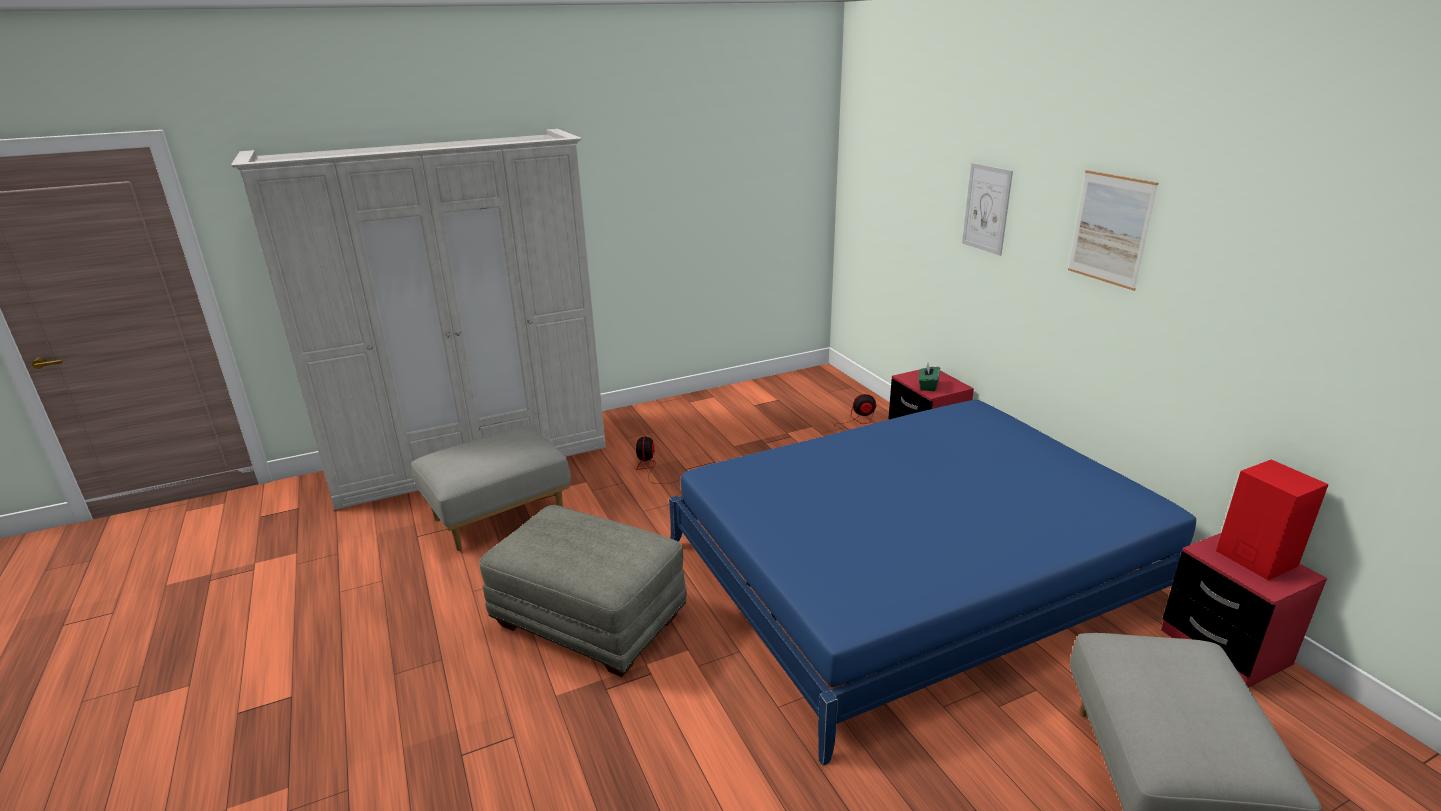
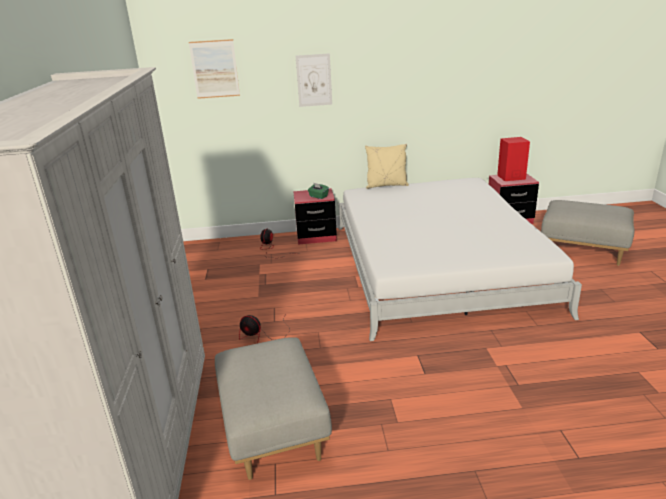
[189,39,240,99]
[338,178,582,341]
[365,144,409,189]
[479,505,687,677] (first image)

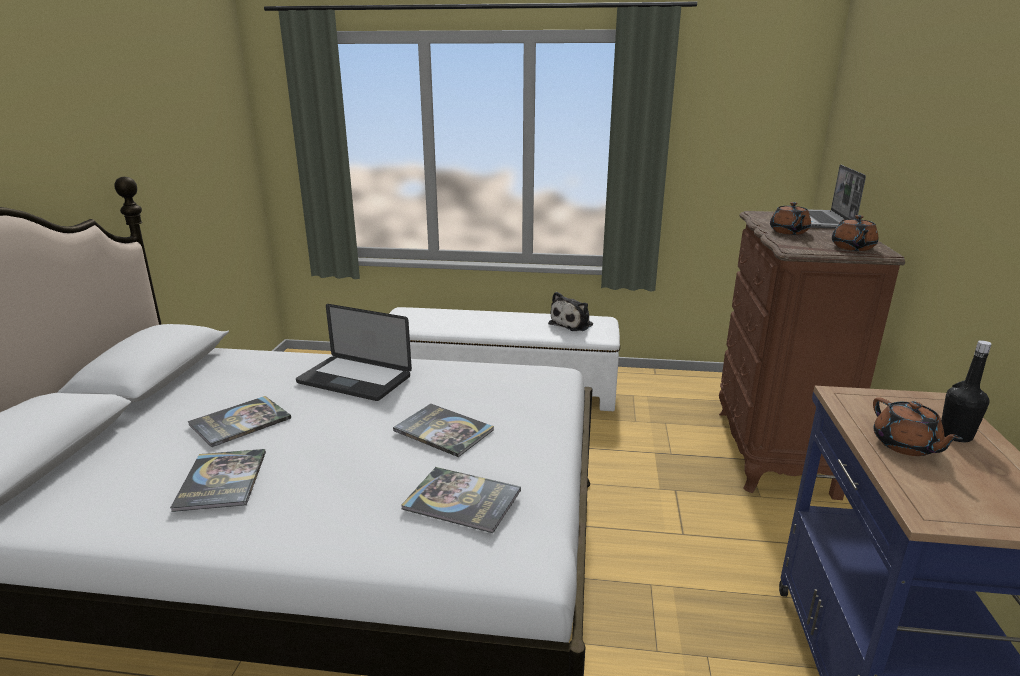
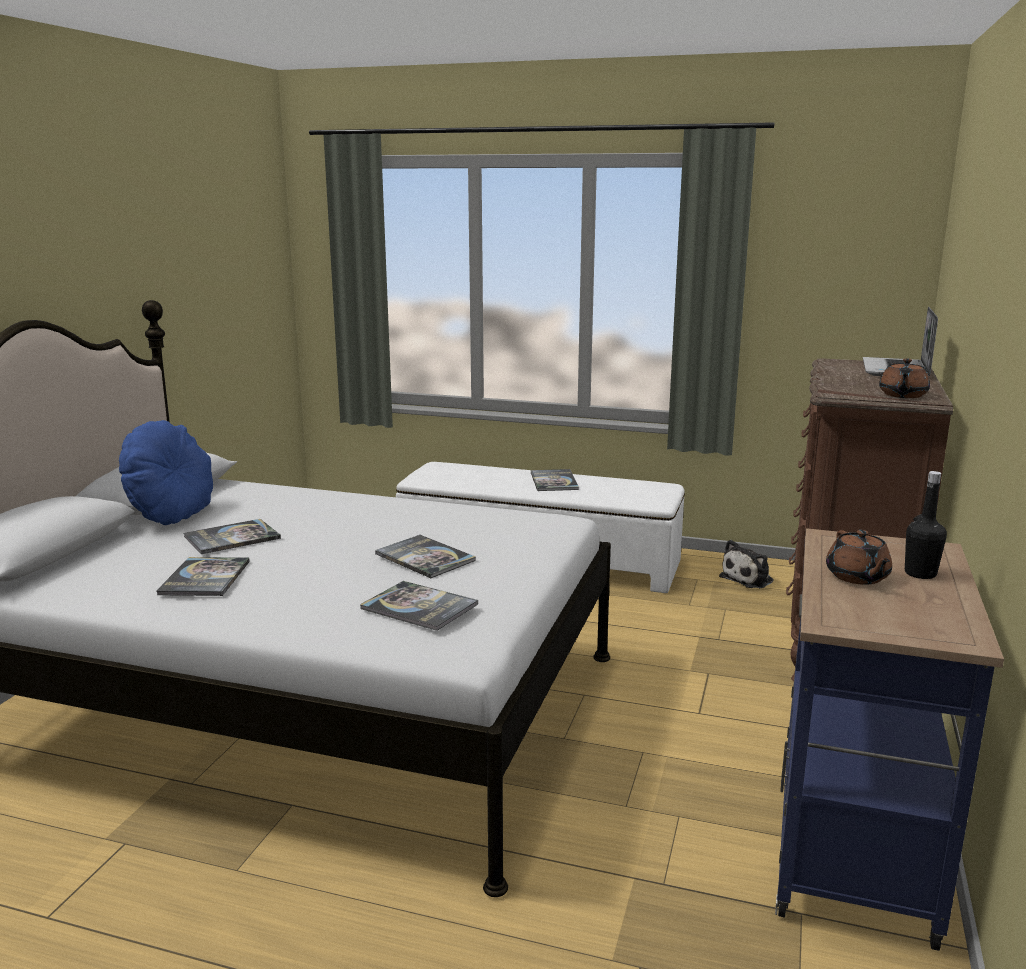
[119,420,213,525]
[531,469,579,491]
[719,540,774,588]
[296,304,412,401] (first image)
[770,202,811,235] (first image)

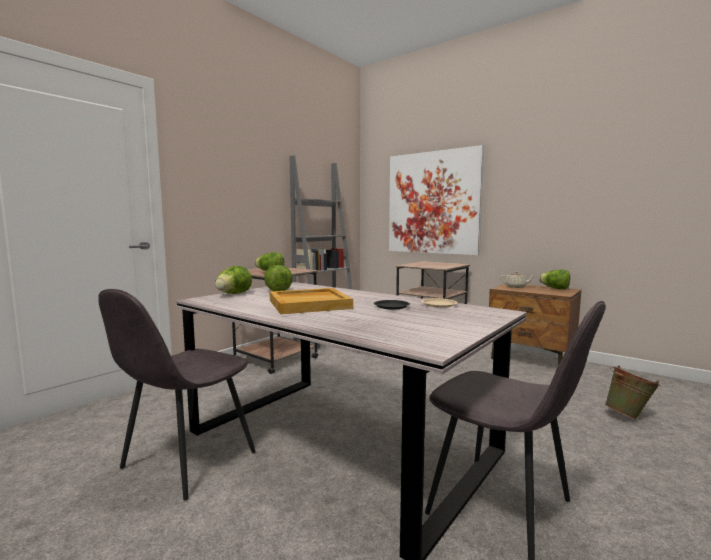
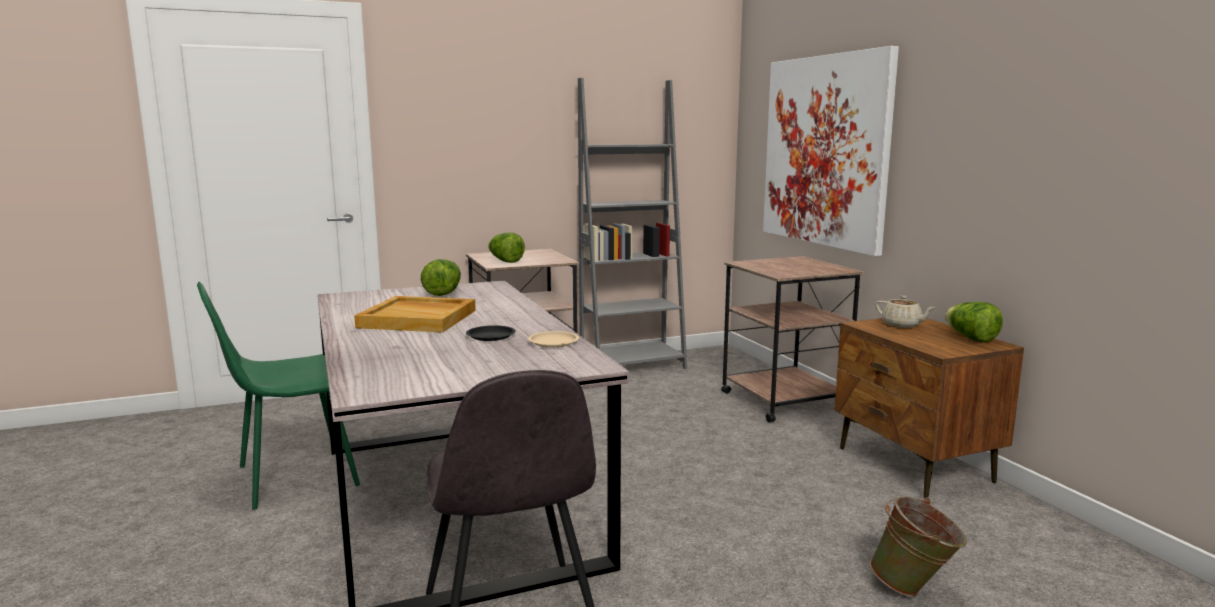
[197,282,360,510]
[215,266,252,294] (first image)

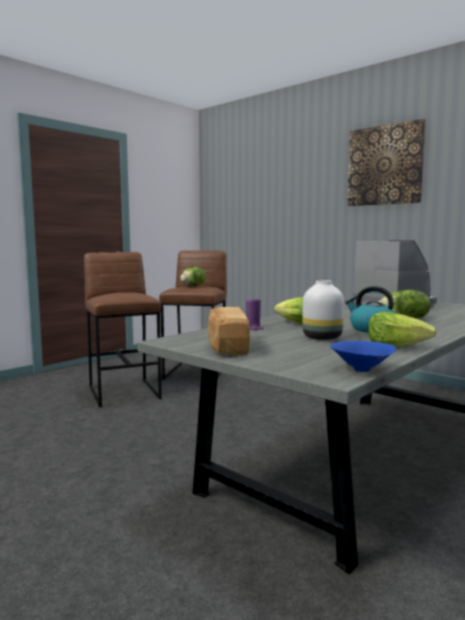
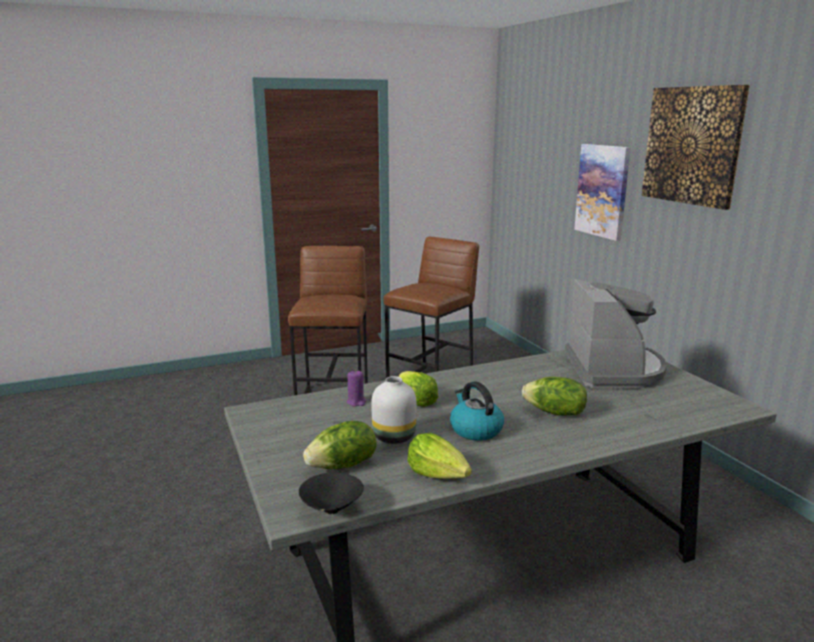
[299,472,364,514]
[303,421,377,469]
[574,144,631,241]
[208,307,250,355] (first image)

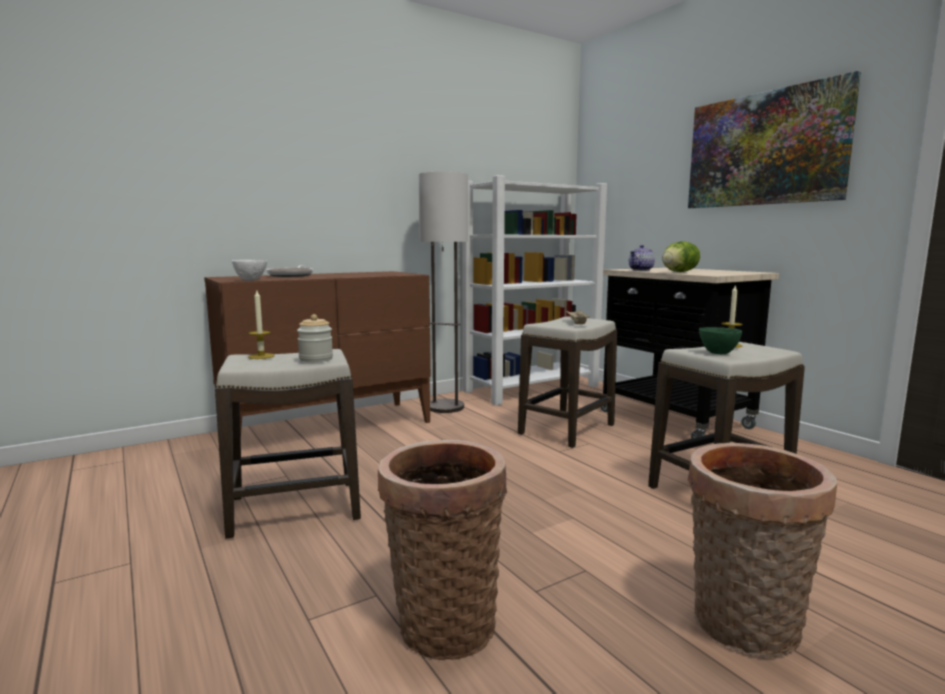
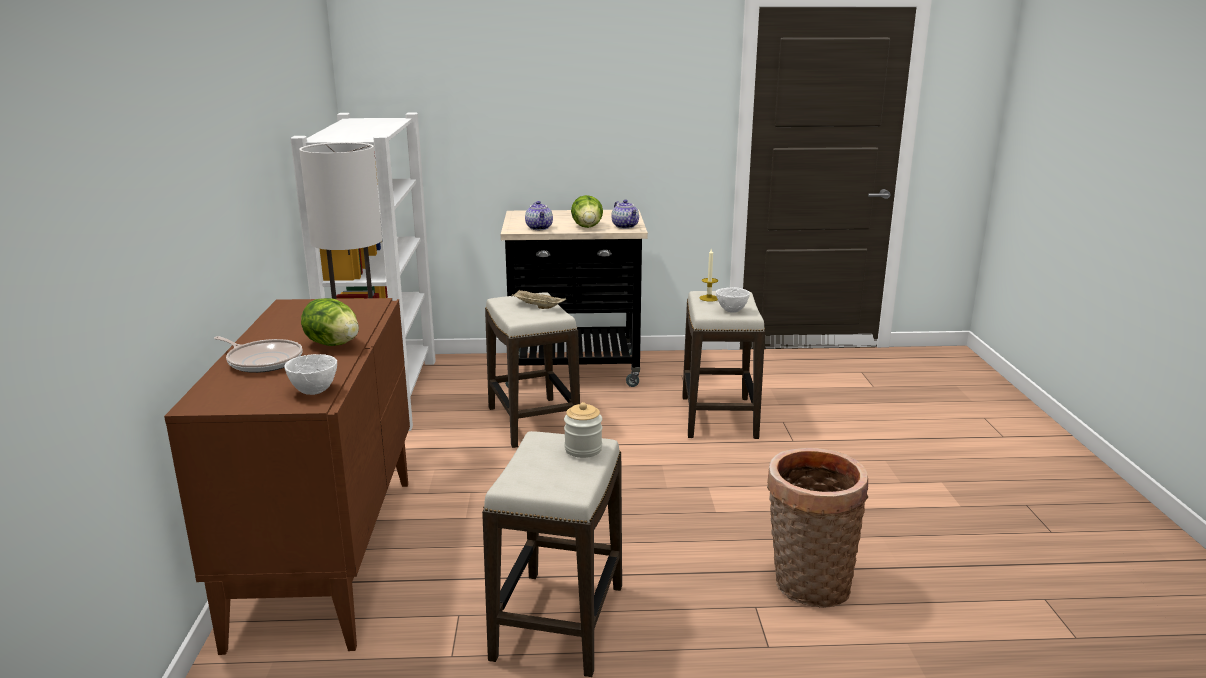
[301,298,359,346]
[611,200,639,229]
[716,287,750,313]
[248,291,275,359] (first image)
[688,71,861,208] (first image)
[688,443,837,658] (first image)

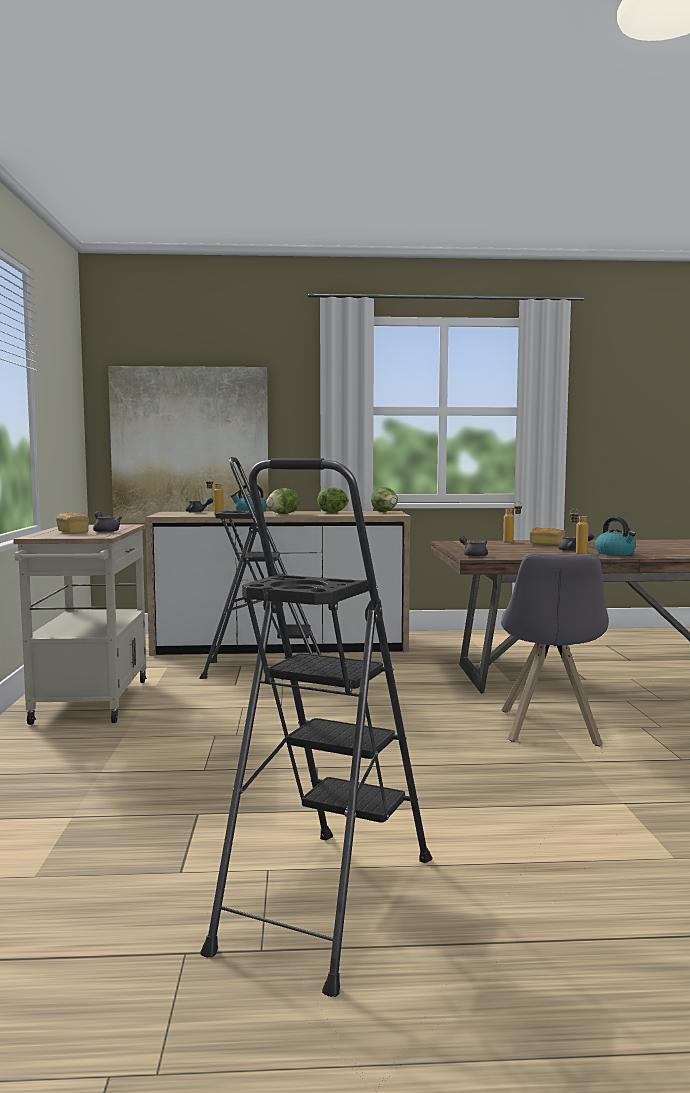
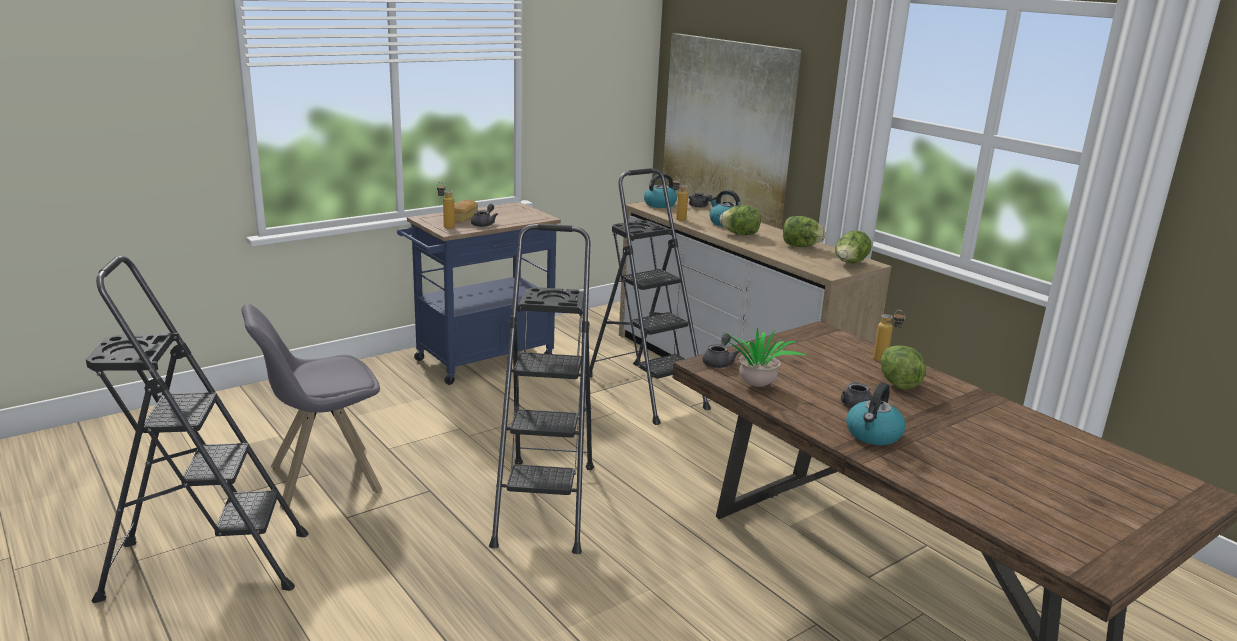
[241,304,382,509]
[397,202,561,385]
[437,182,455,229]
[489,224,594,554]
[644,173,677,208]
[722,327,806,387]
[880,345,926,390]

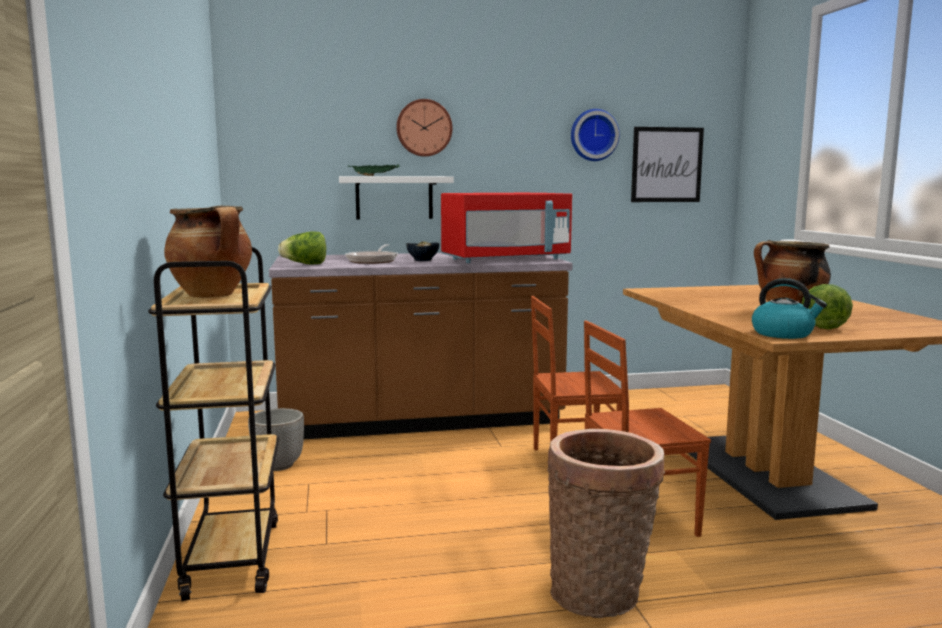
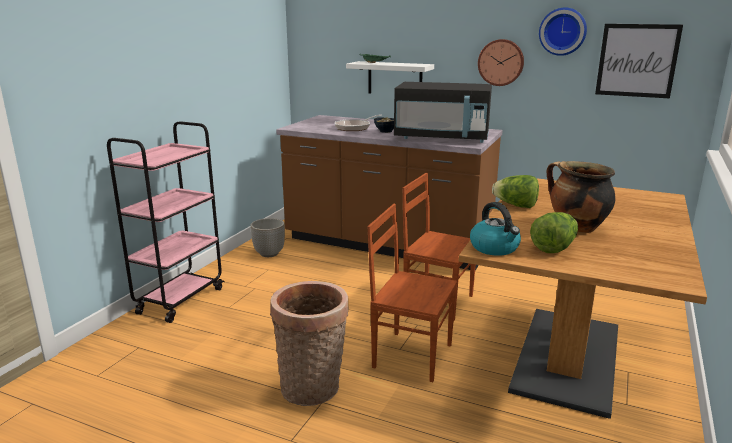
[107,121,225,323]
[394,82,492,143]
[478,39,524,86]
[492,175,539,208]
[164,206,252,298] (first image)

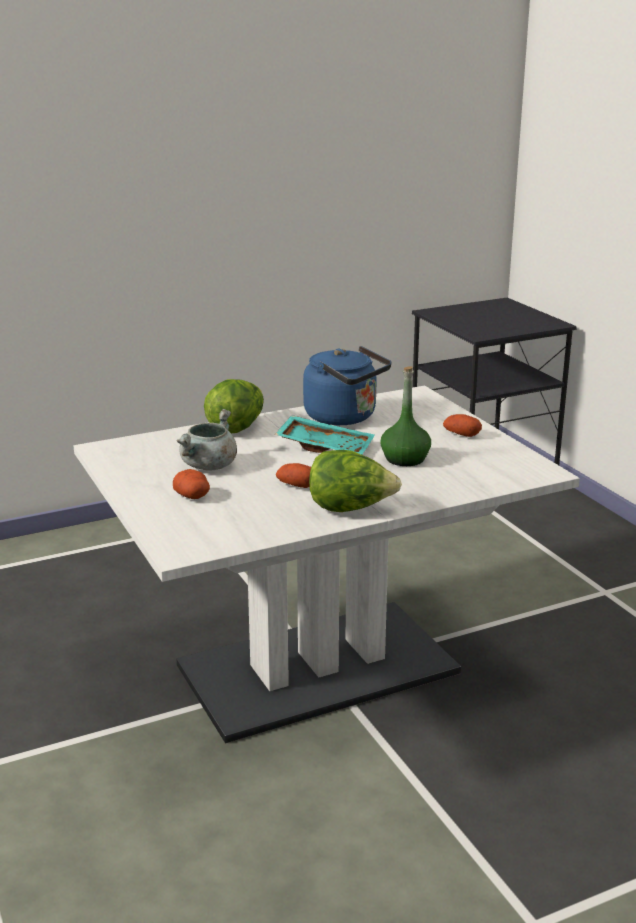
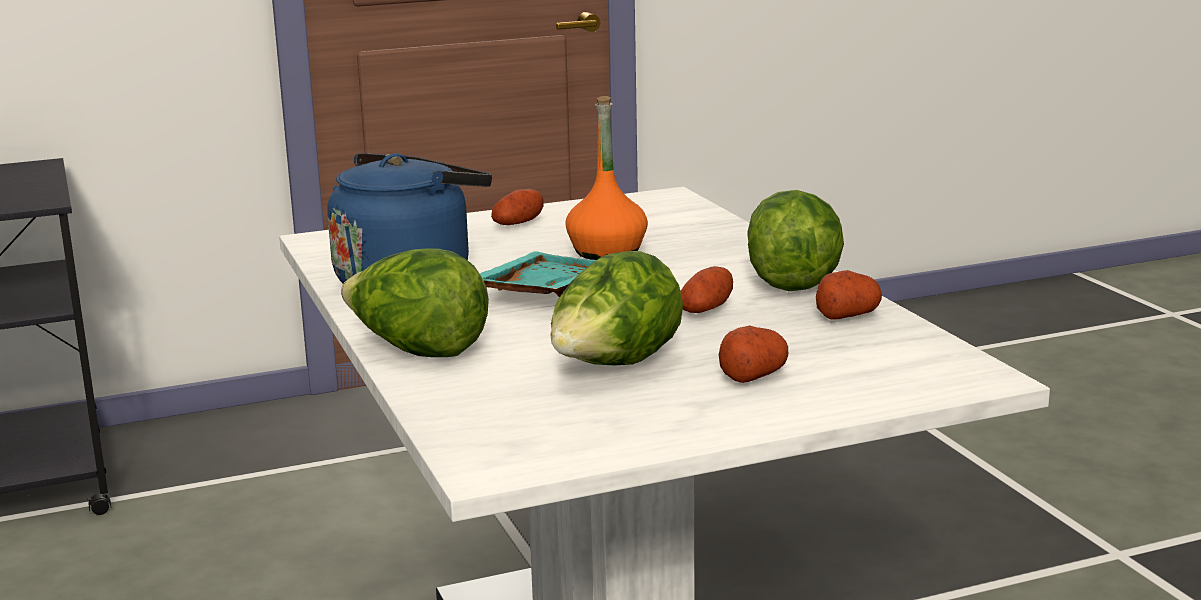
[550,251,683,365]
[566,96,648,260]
[816,270,882,319]

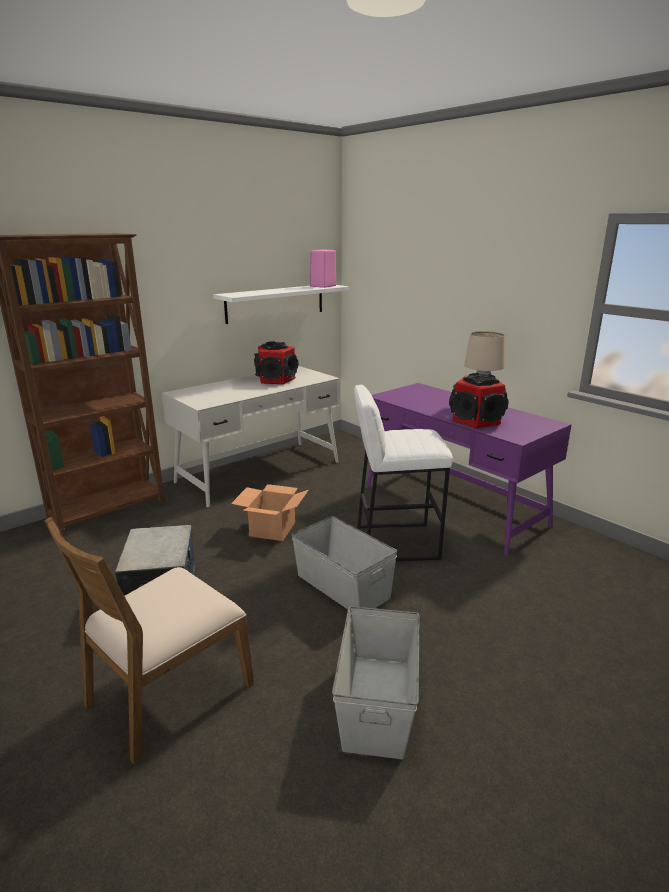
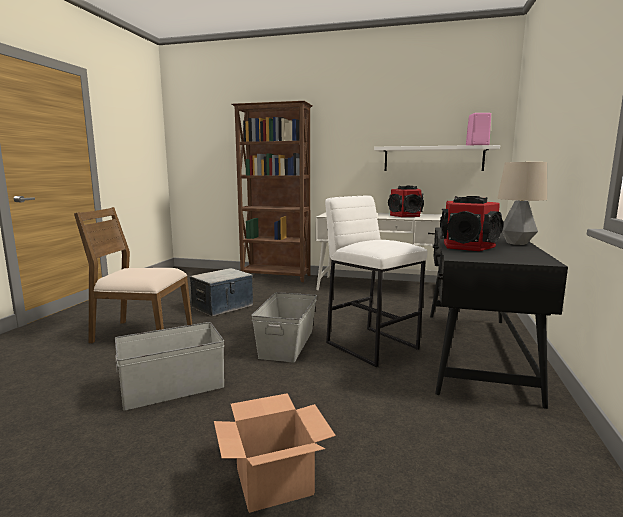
[214,393,336,513]
[430,227,568,409]

